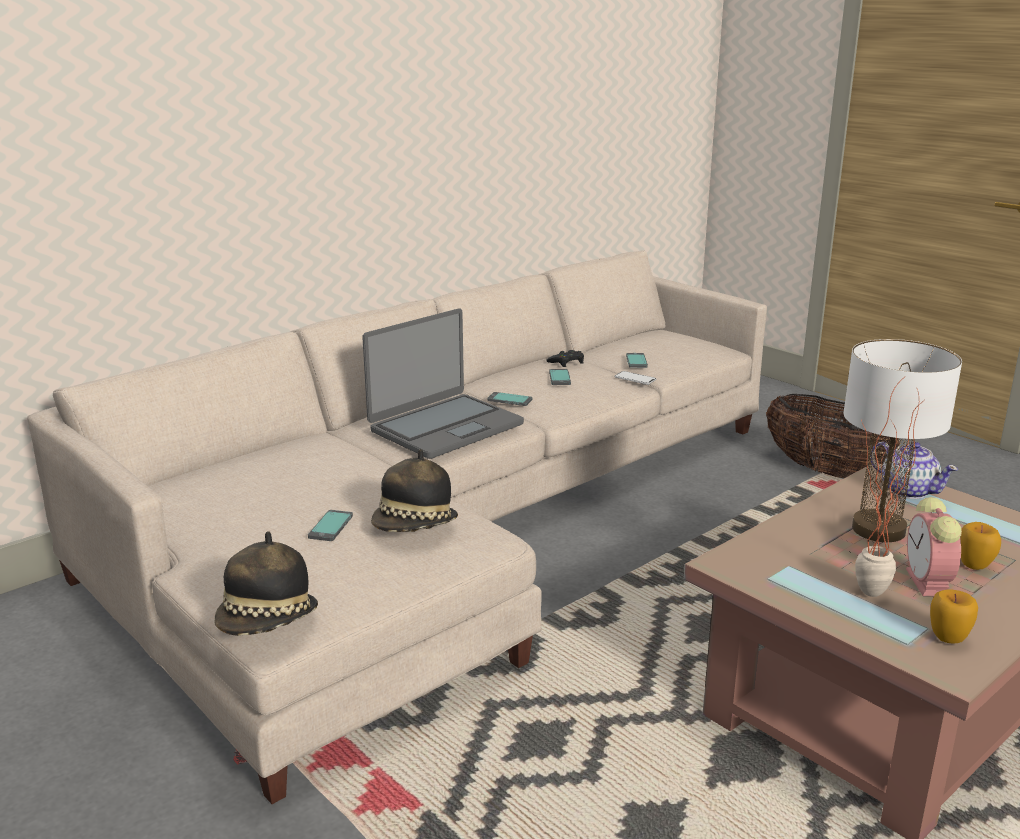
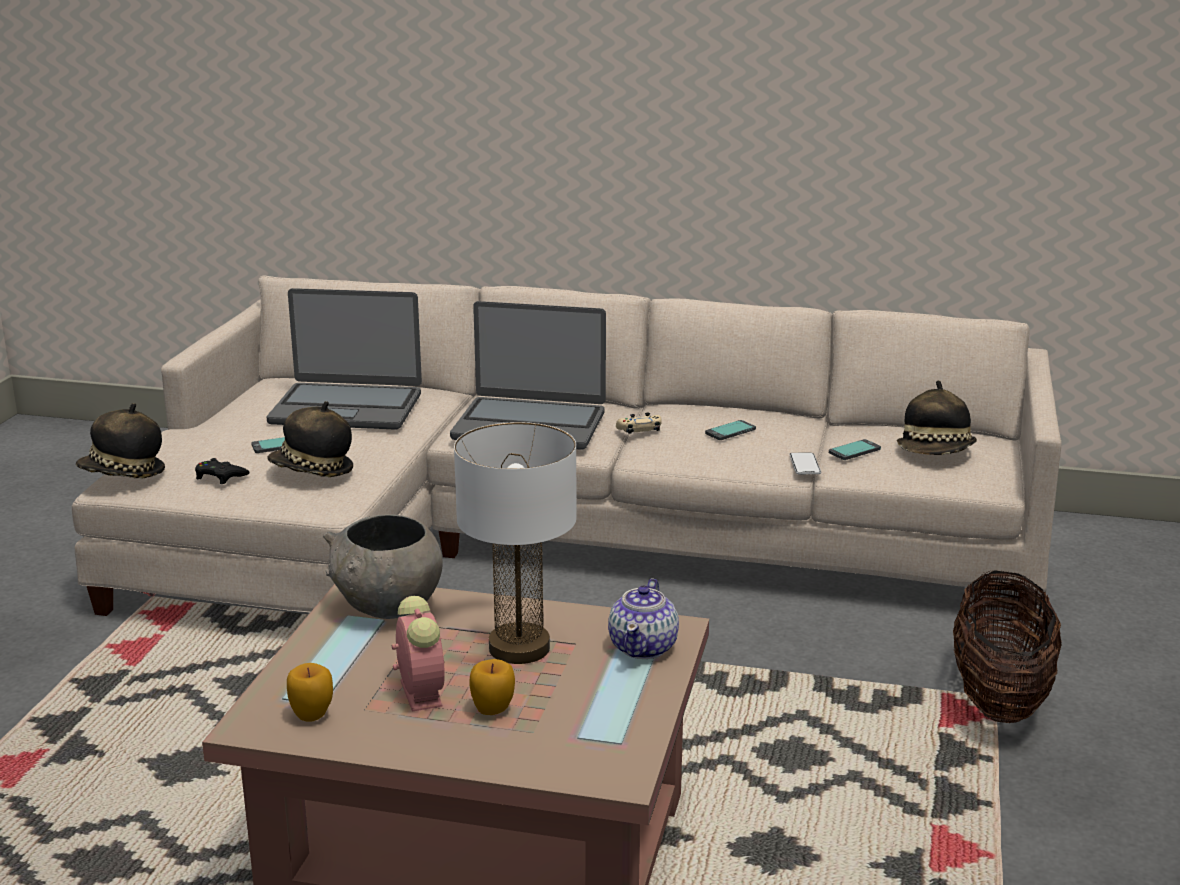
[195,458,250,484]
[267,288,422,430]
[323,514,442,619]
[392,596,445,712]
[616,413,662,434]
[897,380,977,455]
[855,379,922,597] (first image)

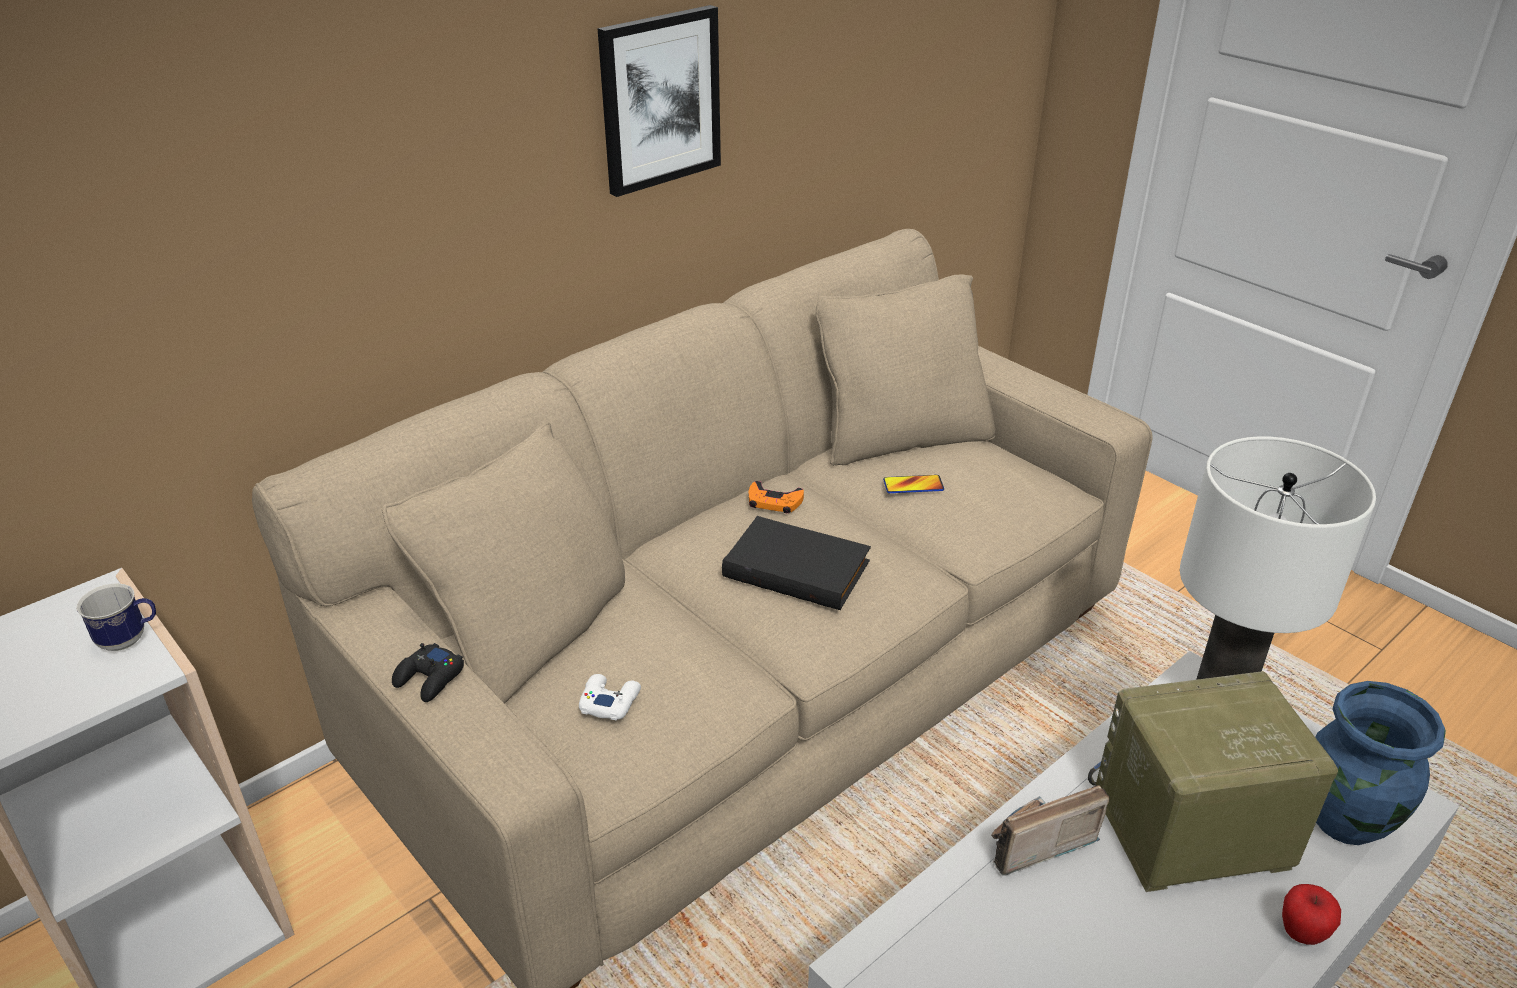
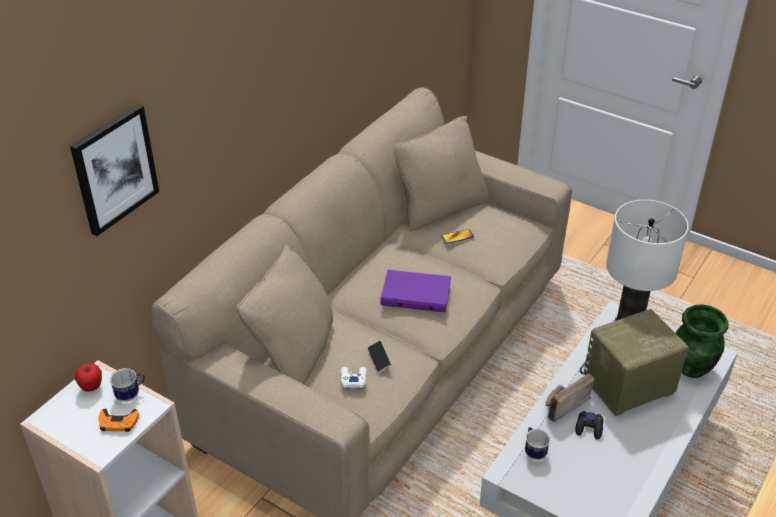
[70,104,159,236]
[75,363,102,392]
[99,409,139,432]
[368,341,391,372]
[380,270,451,312]
[525,427,550,460]
[575,411,603,440]
[676,304,729,378]

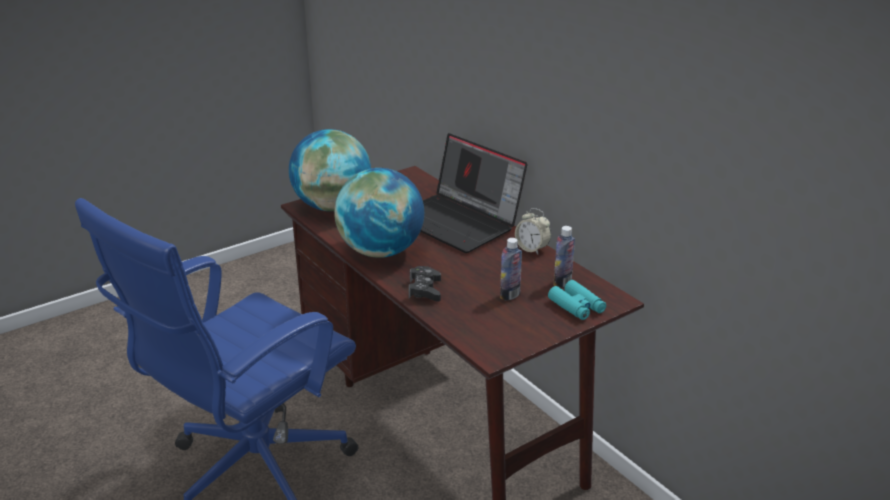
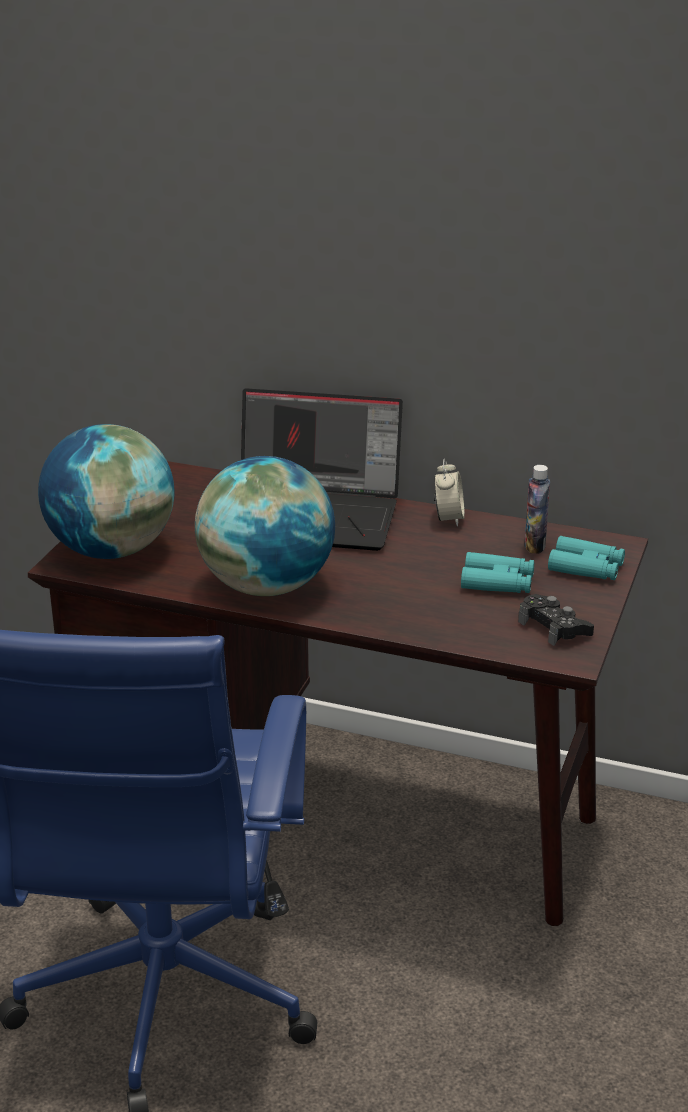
[434,458,465,527]
[461,552,534,593]
[518,594,594,646]

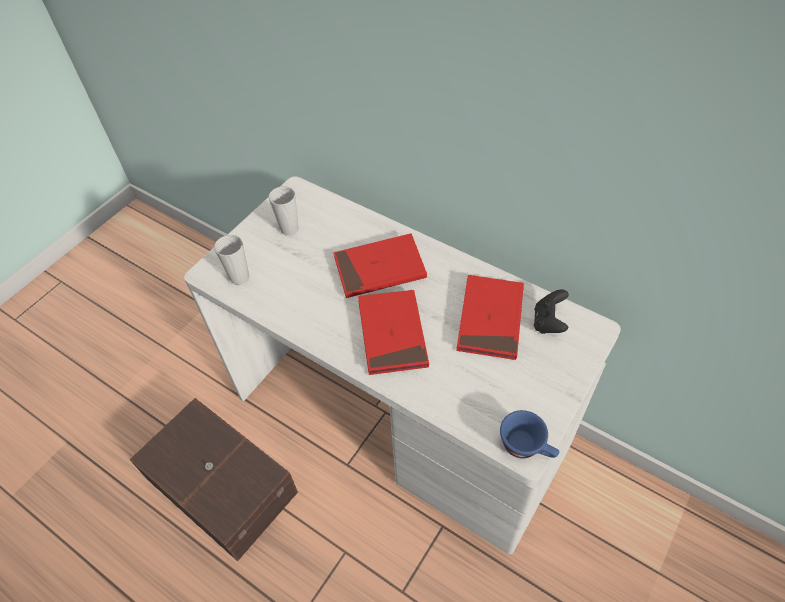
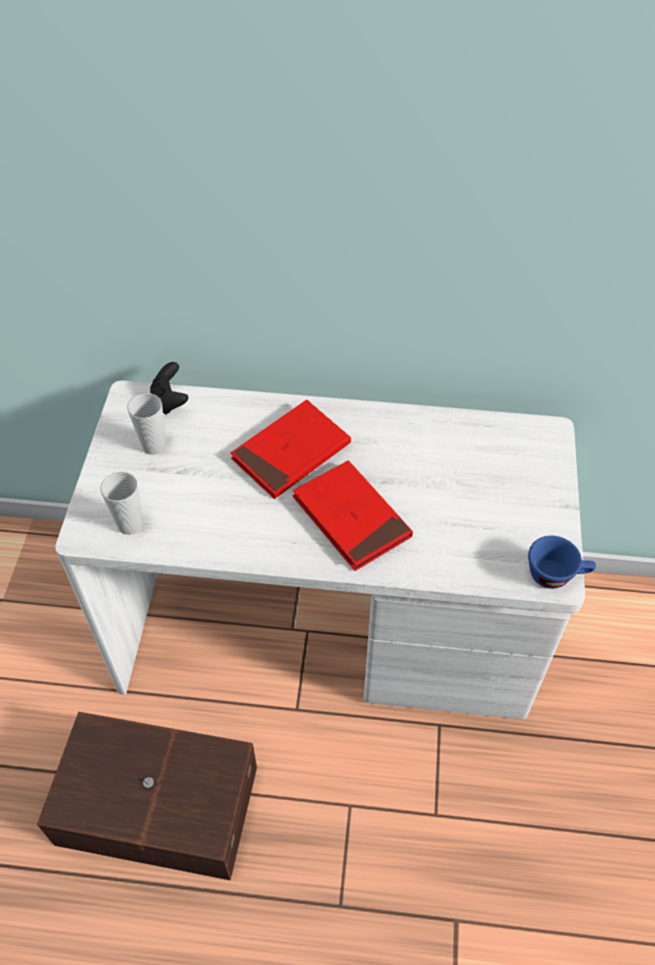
[150,362,188,415]
[456,275,524,360] (first image)

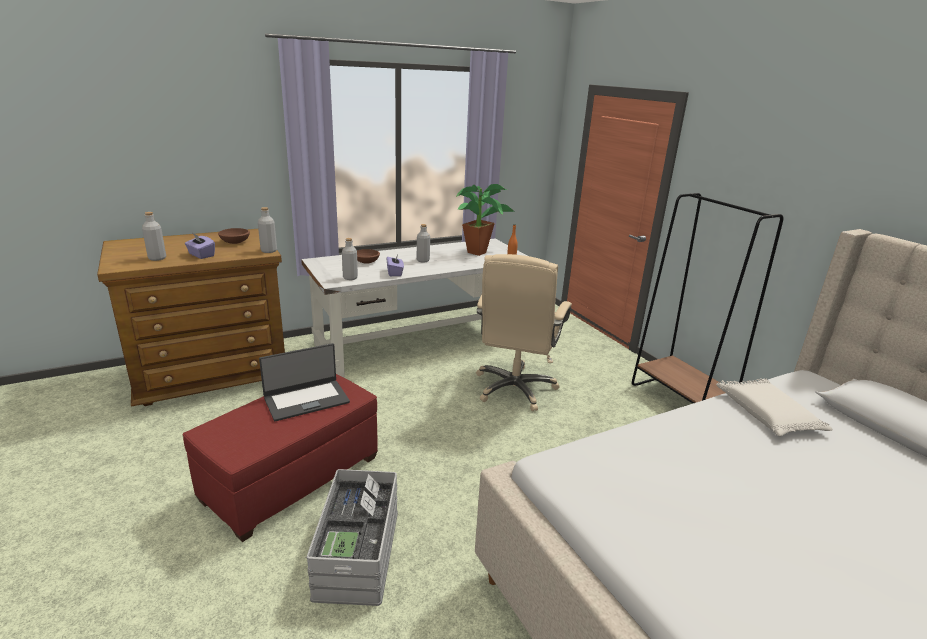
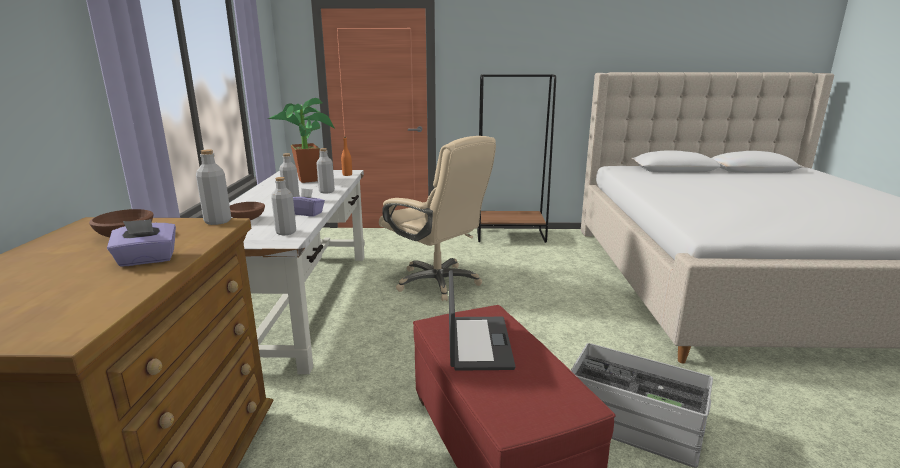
[316,148,335,193]
[716,378,833,436] (first image)

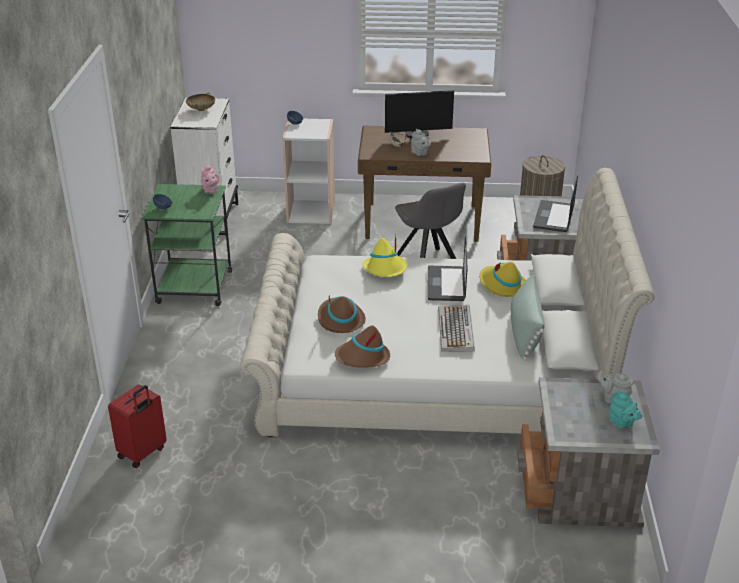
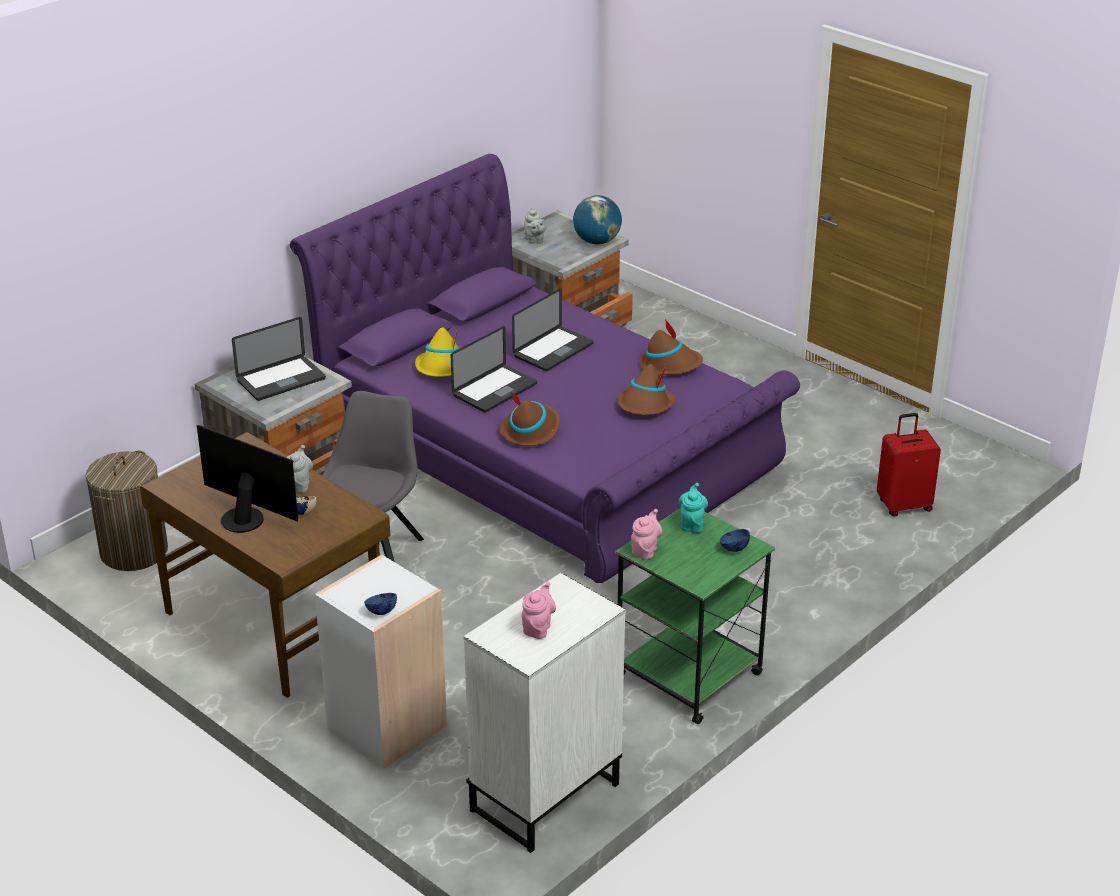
[290,154,800,583]
[499,392,560,446]
[512,288,594,371]
[521,582,556,639]
[573,195,622,244]
[678,483,708,533]
[511,274,544,361] (first image)

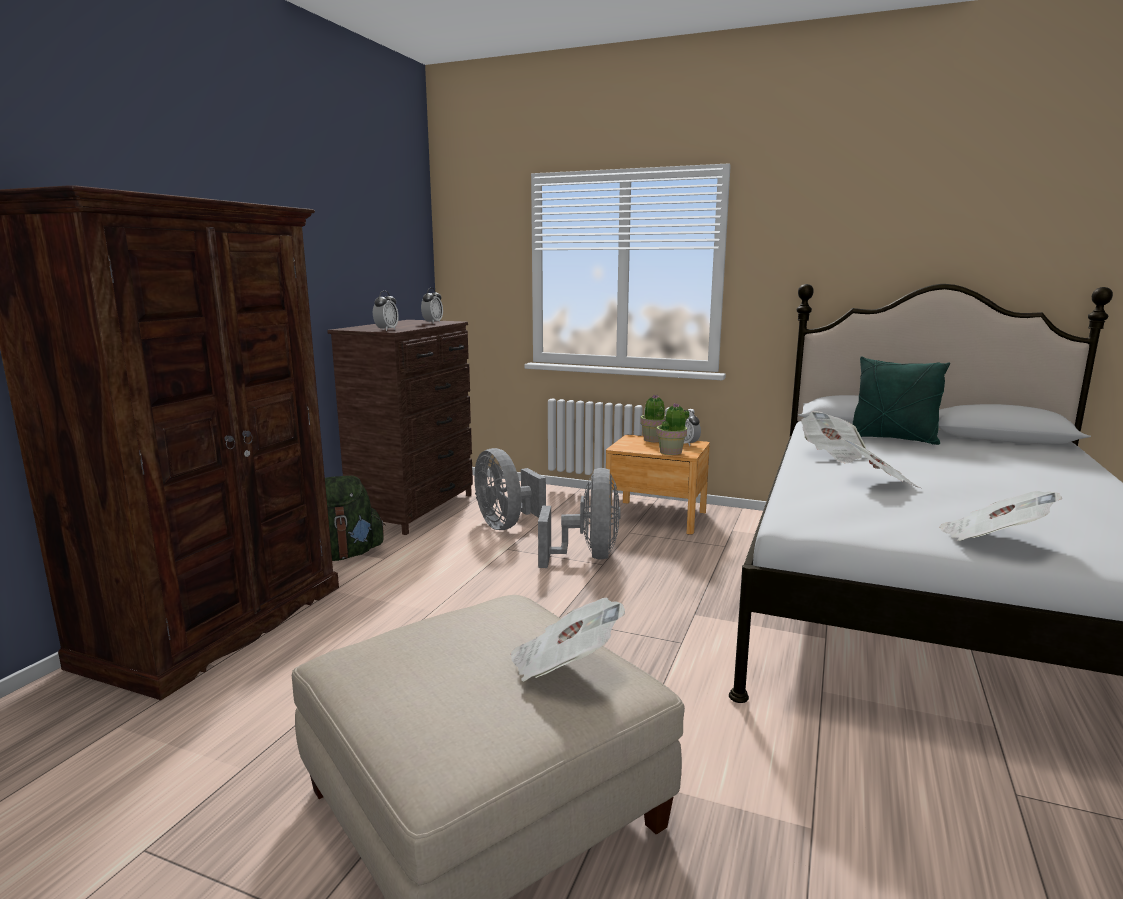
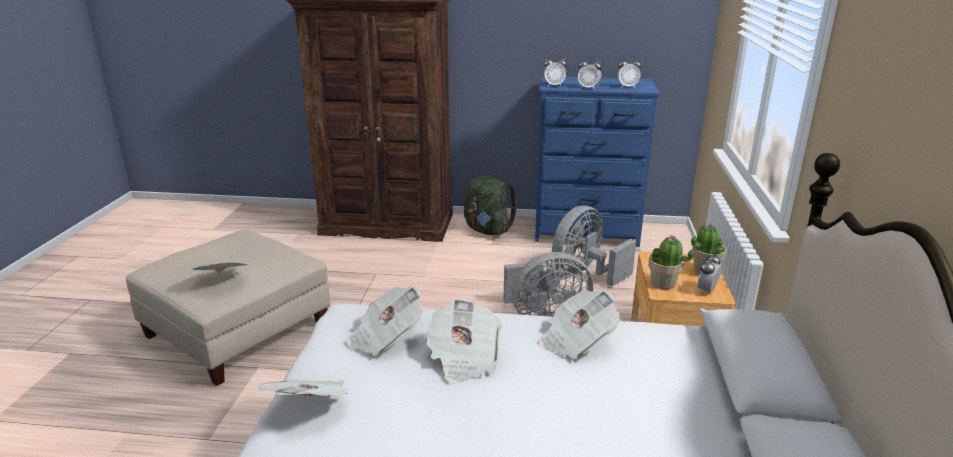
[346,287,423,356]
[535,76,659,247]
[578,57,602,89]
[853,356,950,445] (first image)

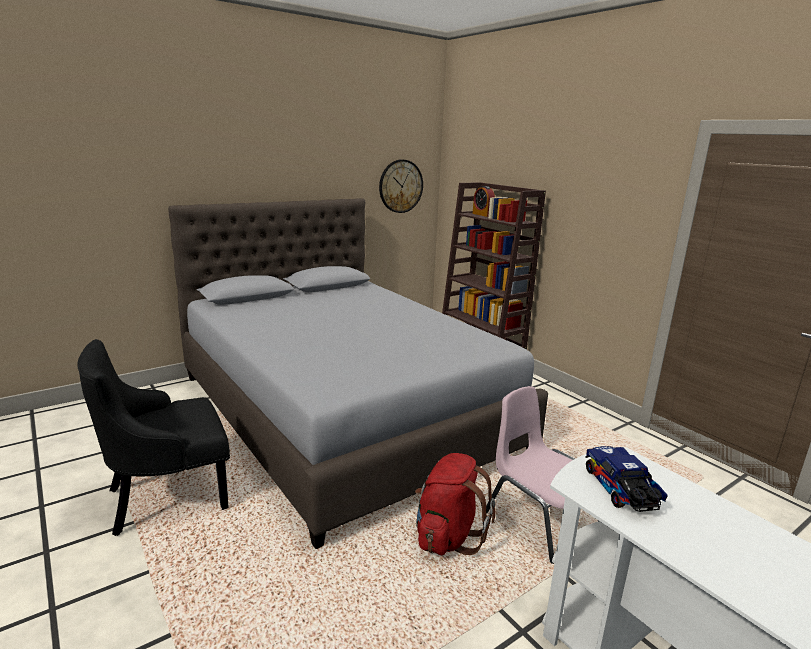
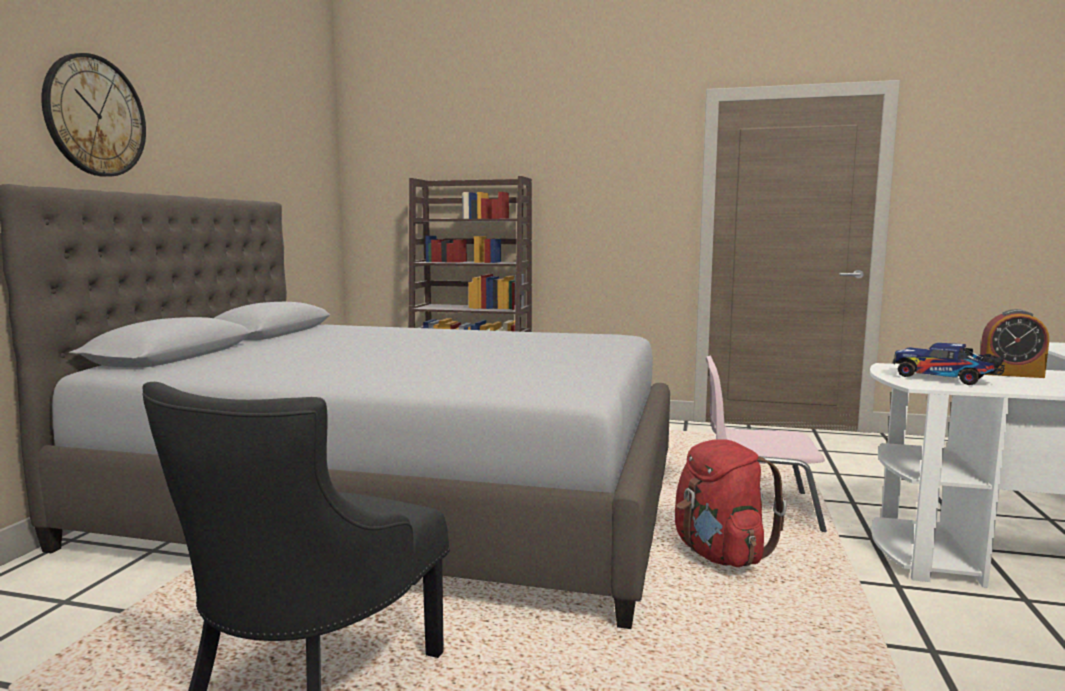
[42,53,146,176]
[980,309,1049,378]

